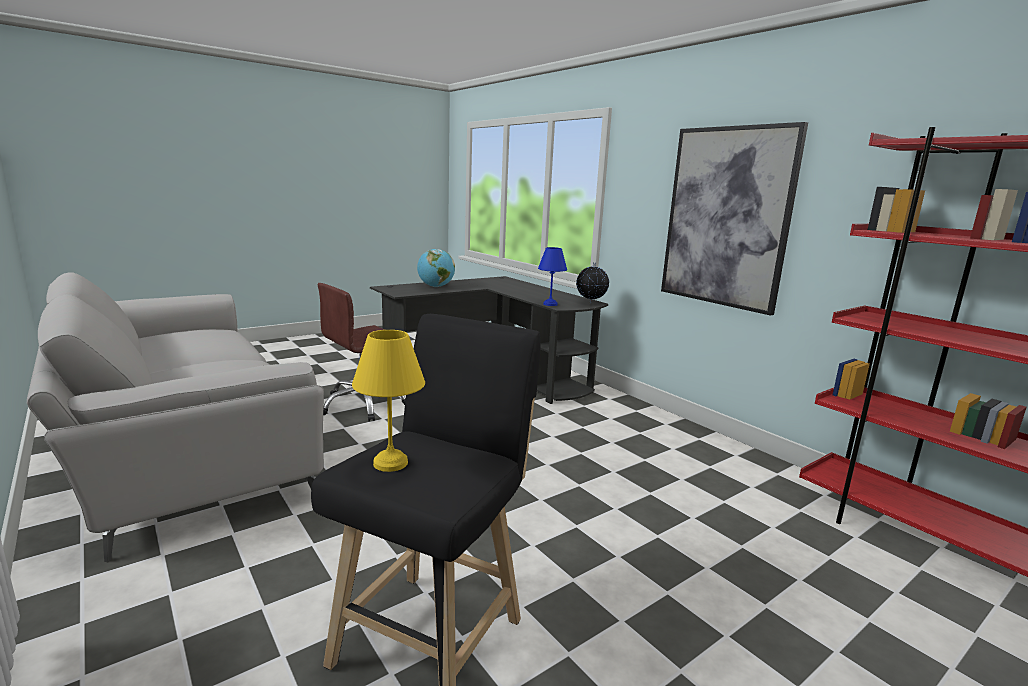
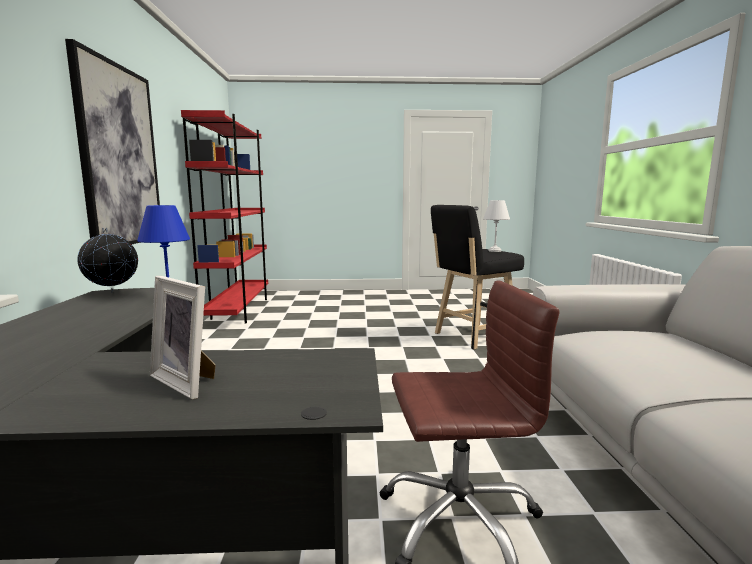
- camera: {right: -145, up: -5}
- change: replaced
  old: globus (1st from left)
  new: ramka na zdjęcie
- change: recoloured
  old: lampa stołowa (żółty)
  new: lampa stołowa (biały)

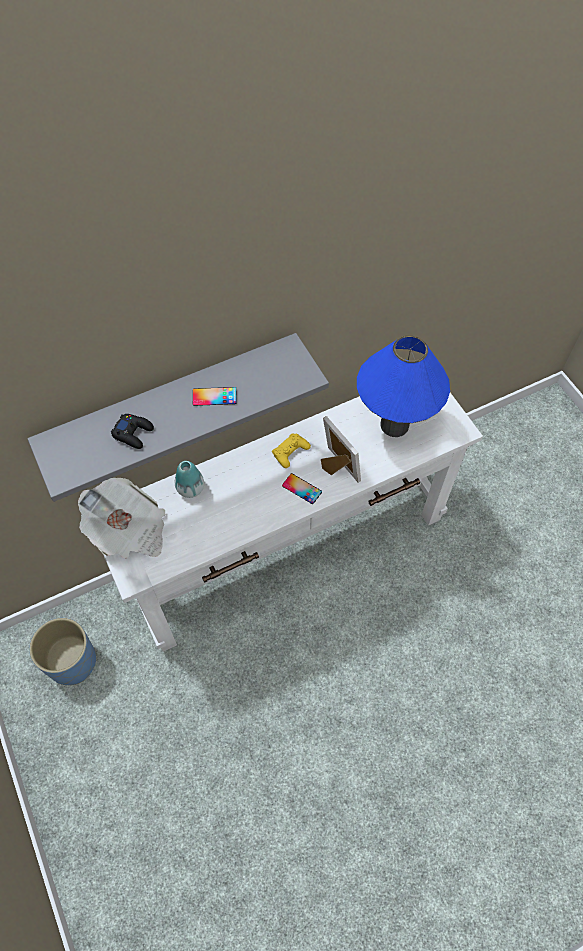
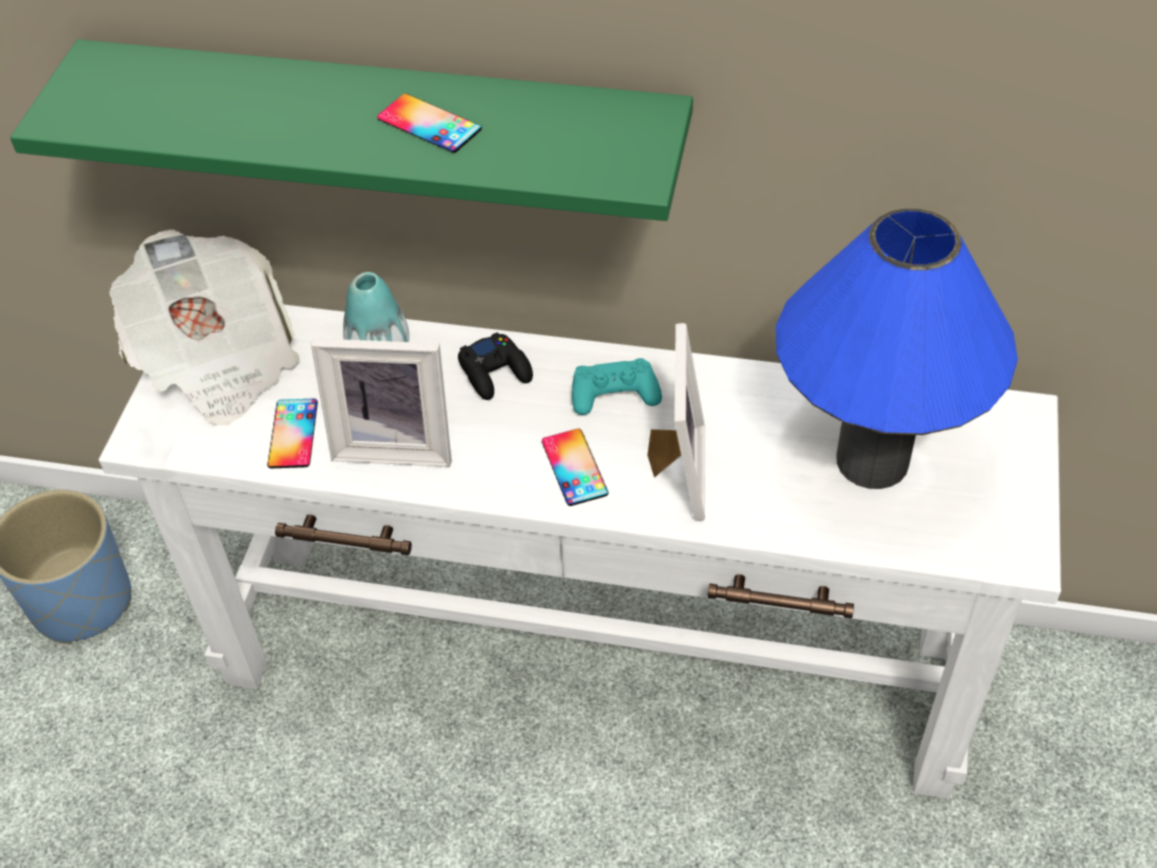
- camera: {right: 40, up: -10}
- change: recoloured
  old: półka (szary)
  new: półka (zielony)
- change: moved
  old: pad do gier (czarny)
- change: recoloured
  old: pad do gier (żółty)
  new: pad do gier (turkusowy)
- change: added
  new: ramka na zdjęcie (1st from left)
- change: added
  new: telefon (1st from left)

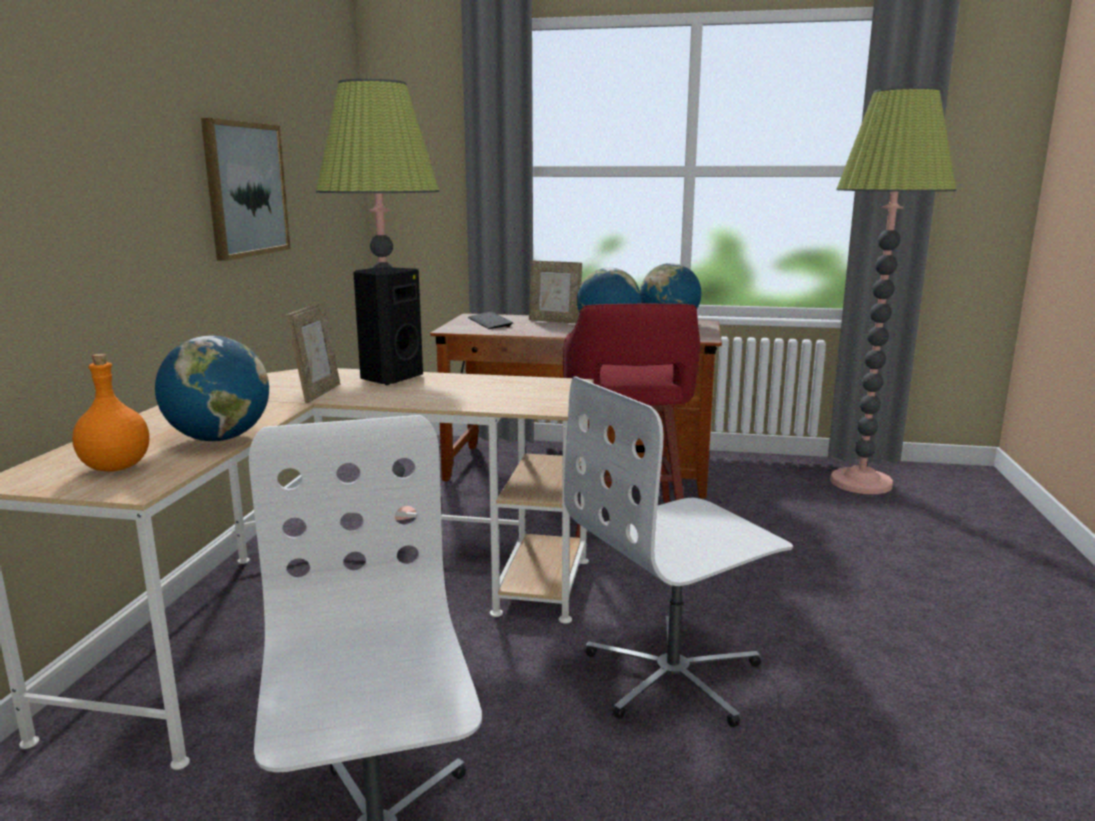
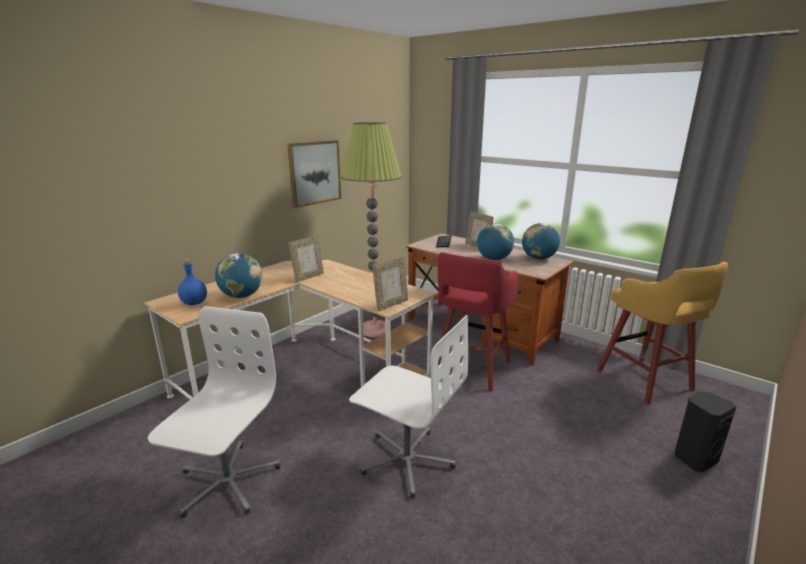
- camera: {right: 30, up: 5}
- change: replaced
  old: lampa stojąca (2nd from left)
  new: stołek (żółty)
- change: moved
  old: głośnik (czarny)
- change: recoloured
  old: butelka (pomarańczowy)
  new: butelka (niebieski)
- change: turned
  old: krzesło biurowe (biały) (2nd from left)
  degrees: -150
- change: added
  new: ramka na zdjęcie (2nd from left)

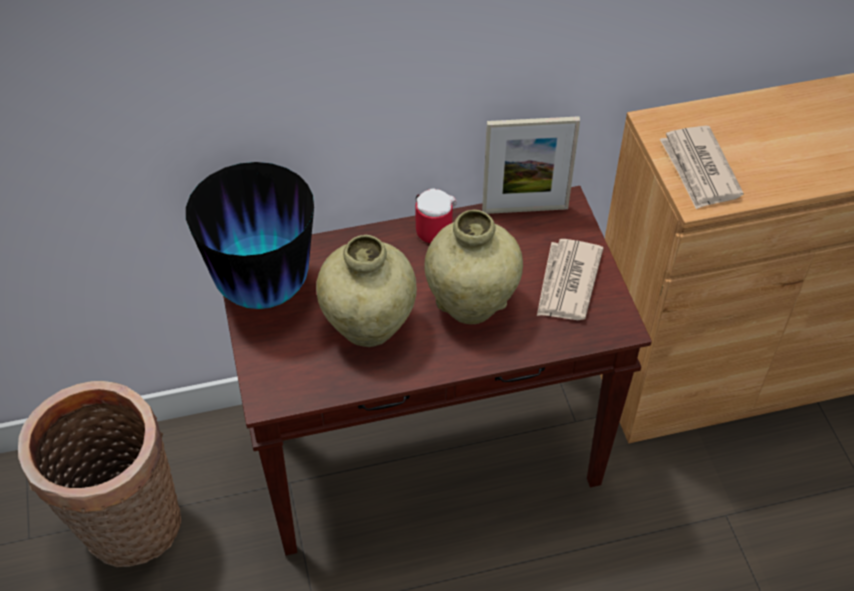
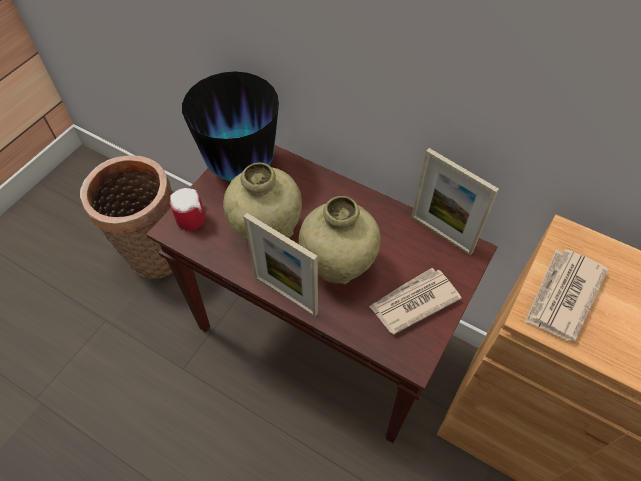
- camera: {right: 45, up: 5}
- change: moved
  old: kubek
- change: added
  new: ramka na zdjęcie (1st from left)

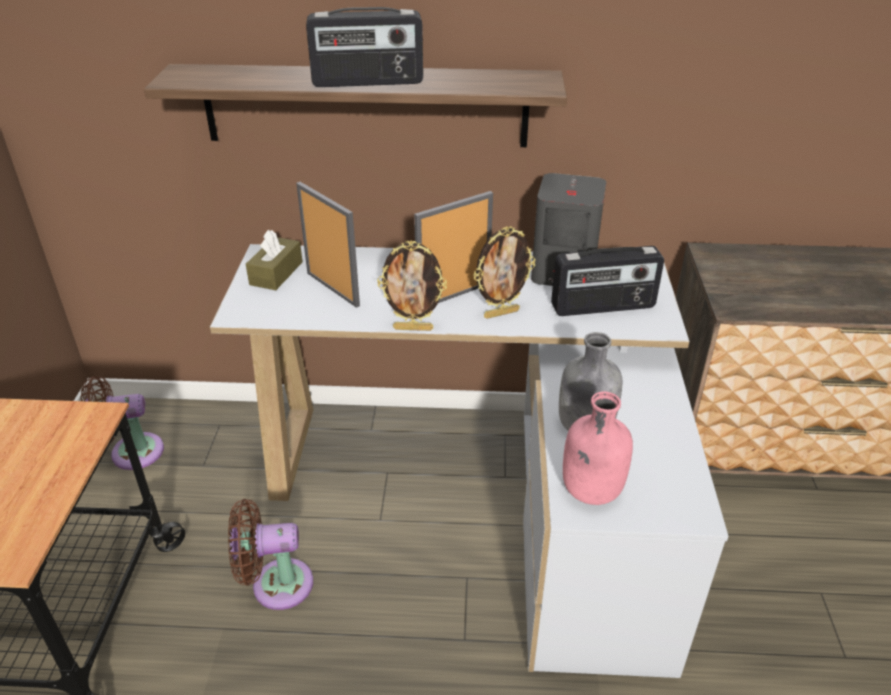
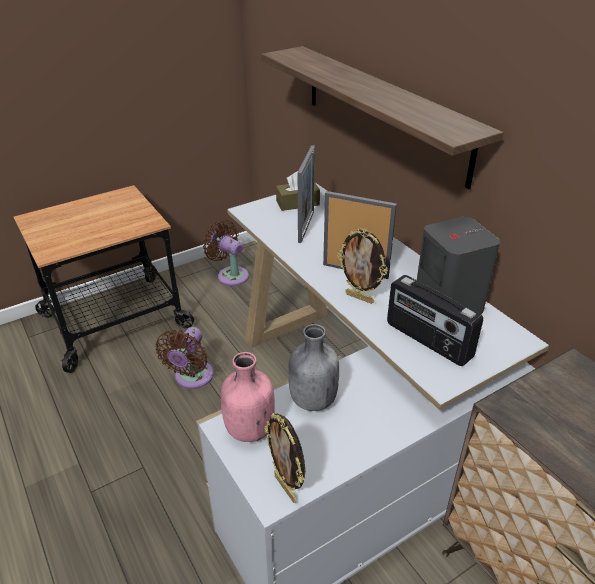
- camera: {right: 55, up: 0}
- change: removed
  old: radio (1st from left)
- change: moved
  old: ramka na zdjęcie (2nd from left in the first image)
  new: ramka na zdjęcie (1st from left)
- change: turned
  old: wentylator (brązowy) (2nd from left in the first image)
  degrees: -120

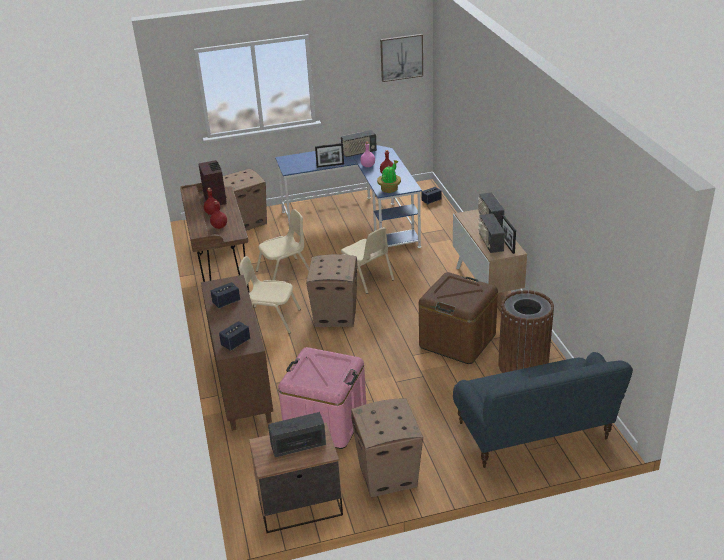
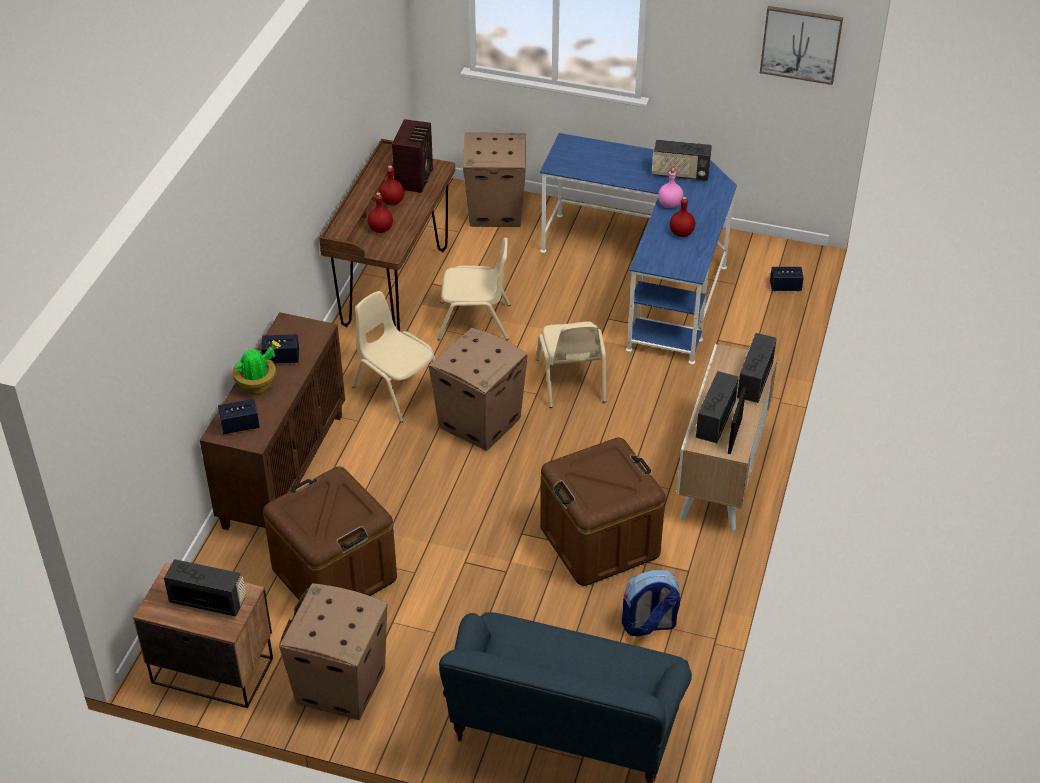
- camera: {right: 30, up: 10}
- change: removed
  old: ramka na zdjęcie (1st from left)
- change: moved
  old: roślina doniczkowa
- change: replaced
  old: kosz na śmieci (brązowy)
  new: plecak
- change: recoloured
  old: pojemnik do przechowywania (różowy)
  new: pojemnik do przechowywania (brązowy) (1st from left)

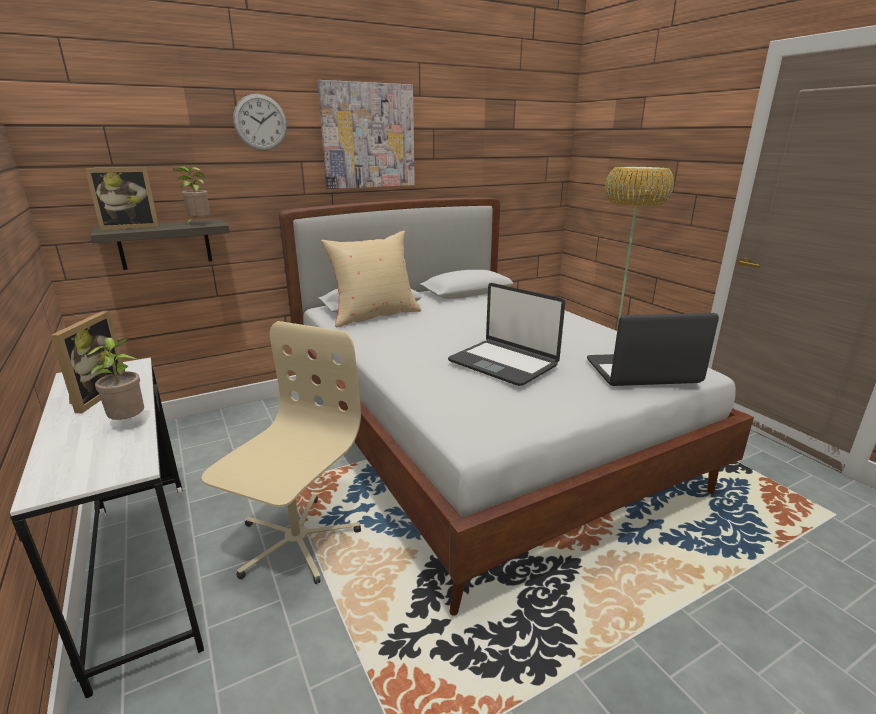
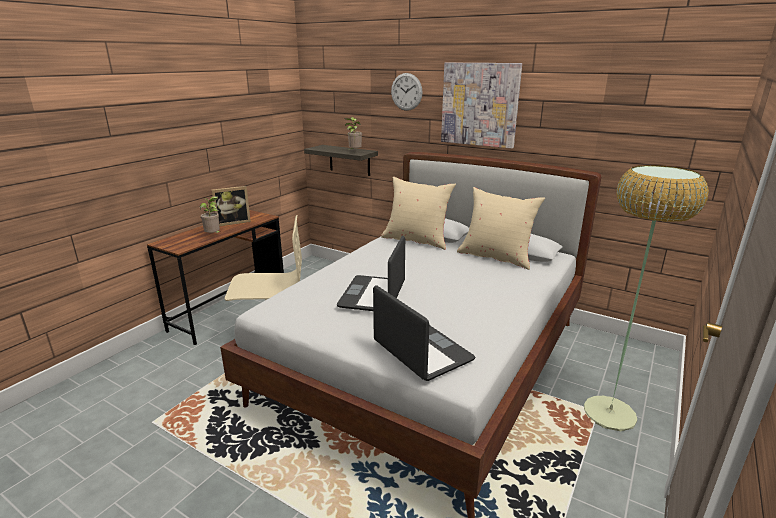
- camera: {right: 60, up: 0}
- change: removed
  old: ramka na zdjęcie (2nd from left)
- change: recoloured
  old: biurko (biały)
  new: biurko (brązowy)
- change: added
  new: poduszka (beżowy) (2nd from left)

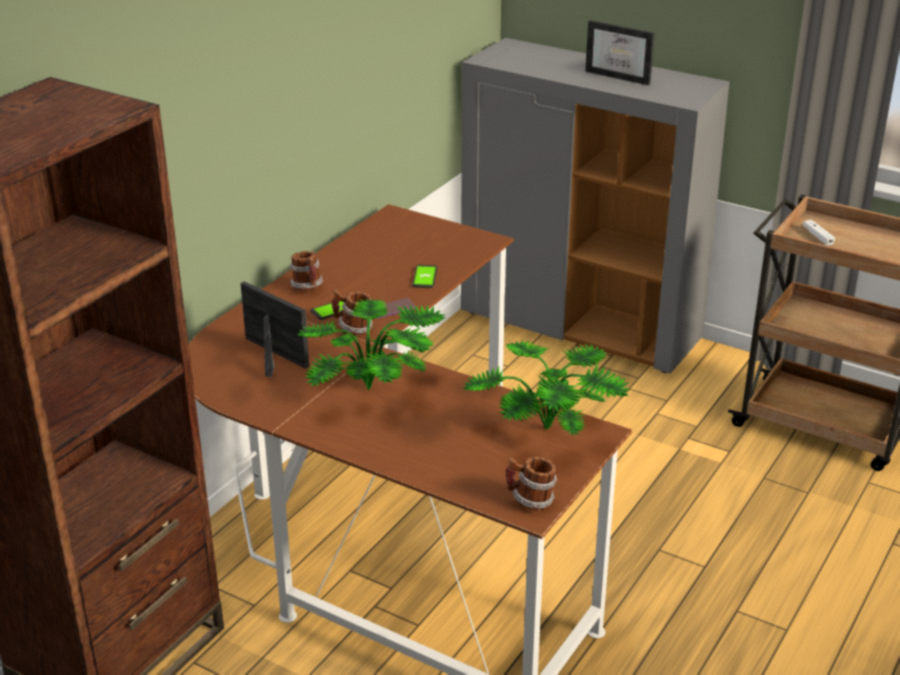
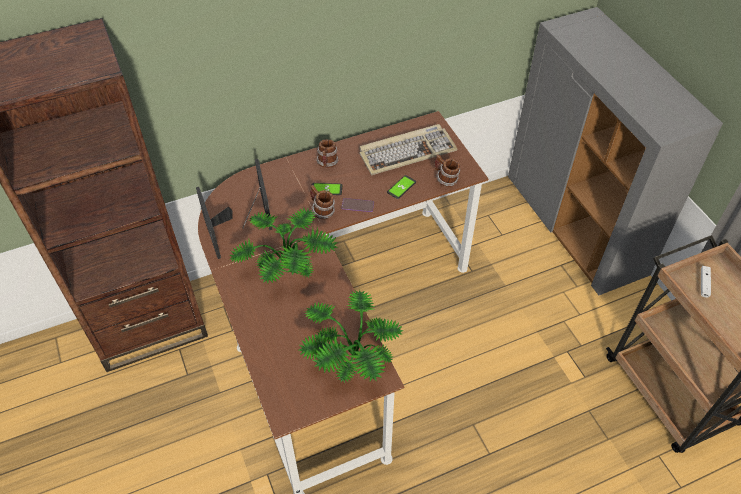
- camera: {right: 35, up: 20}
- change: moved
  old: ramka na zdjęcie (2nd from left in the first image)
  new: ramka na zdjęcie (1st from left)
- change: moved
  old: kubek (3rd from left)
- change: added
  new: klawiatura

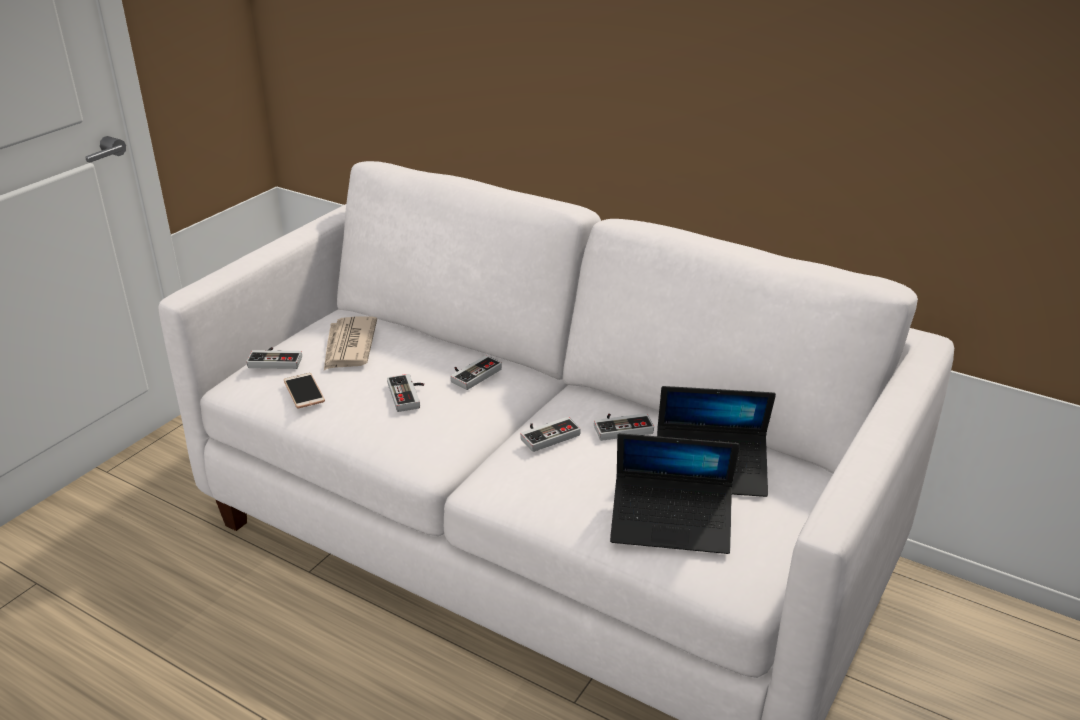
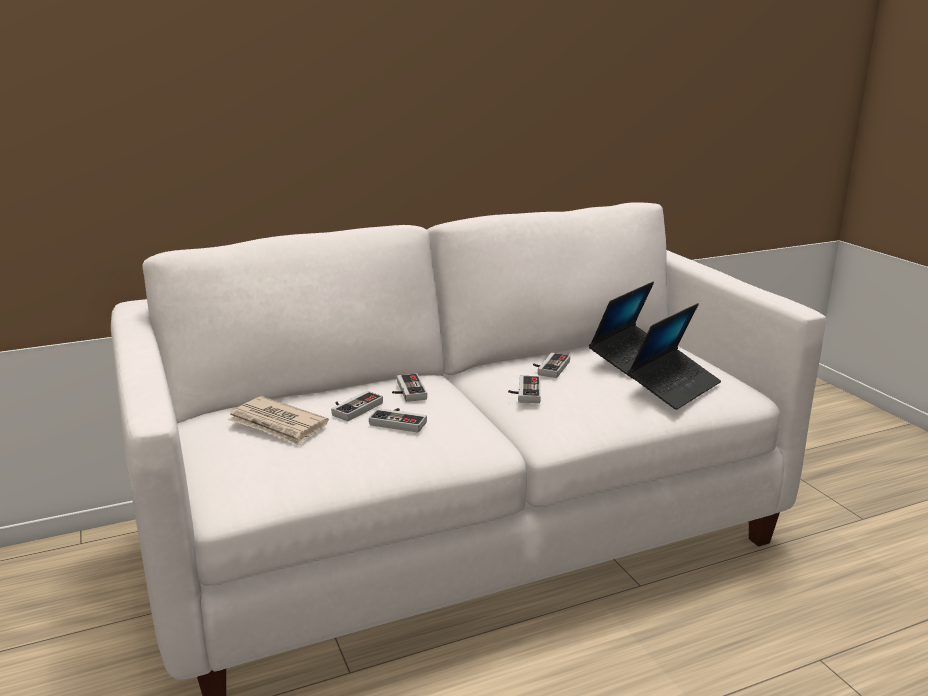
- camera: {right: -55, up: -10}
- change: moved
  old: pad do gier (1st from left)
- change: removed
  old: telefon

